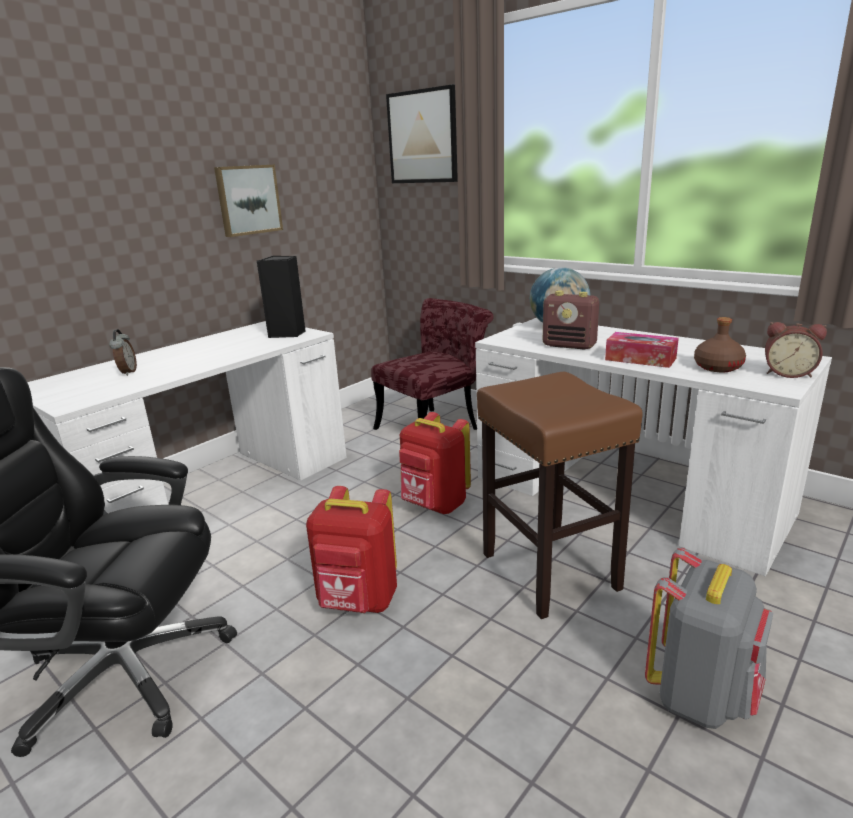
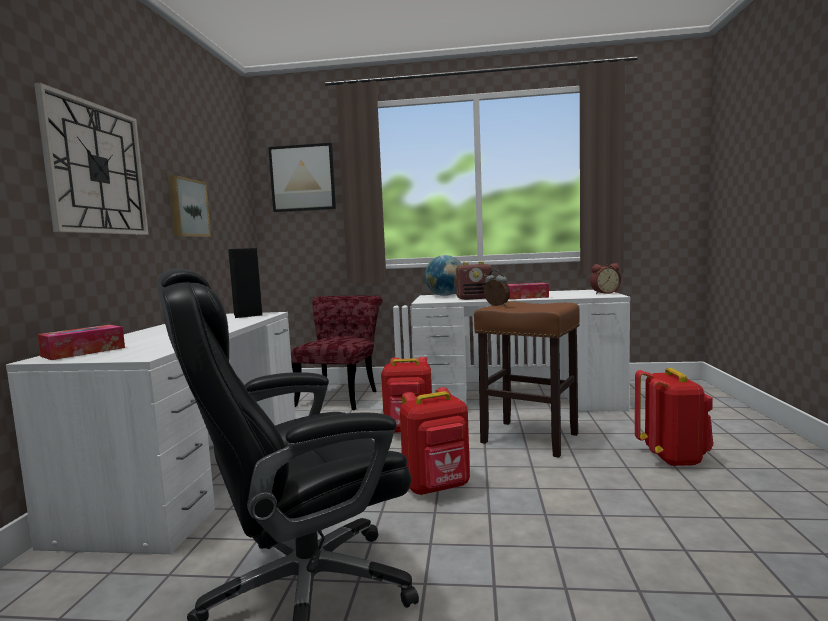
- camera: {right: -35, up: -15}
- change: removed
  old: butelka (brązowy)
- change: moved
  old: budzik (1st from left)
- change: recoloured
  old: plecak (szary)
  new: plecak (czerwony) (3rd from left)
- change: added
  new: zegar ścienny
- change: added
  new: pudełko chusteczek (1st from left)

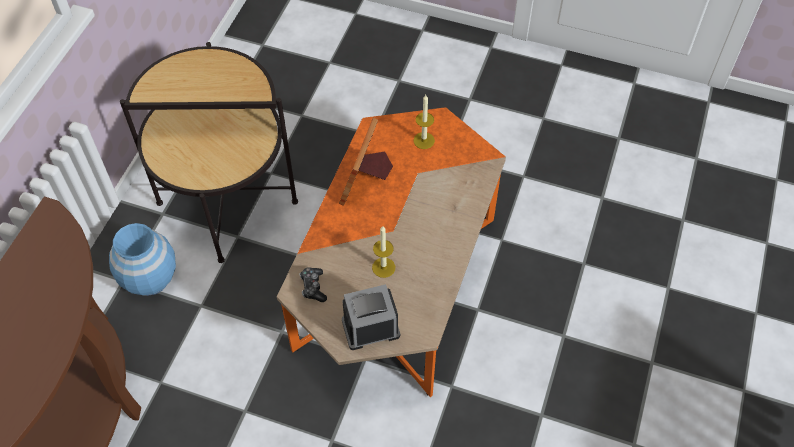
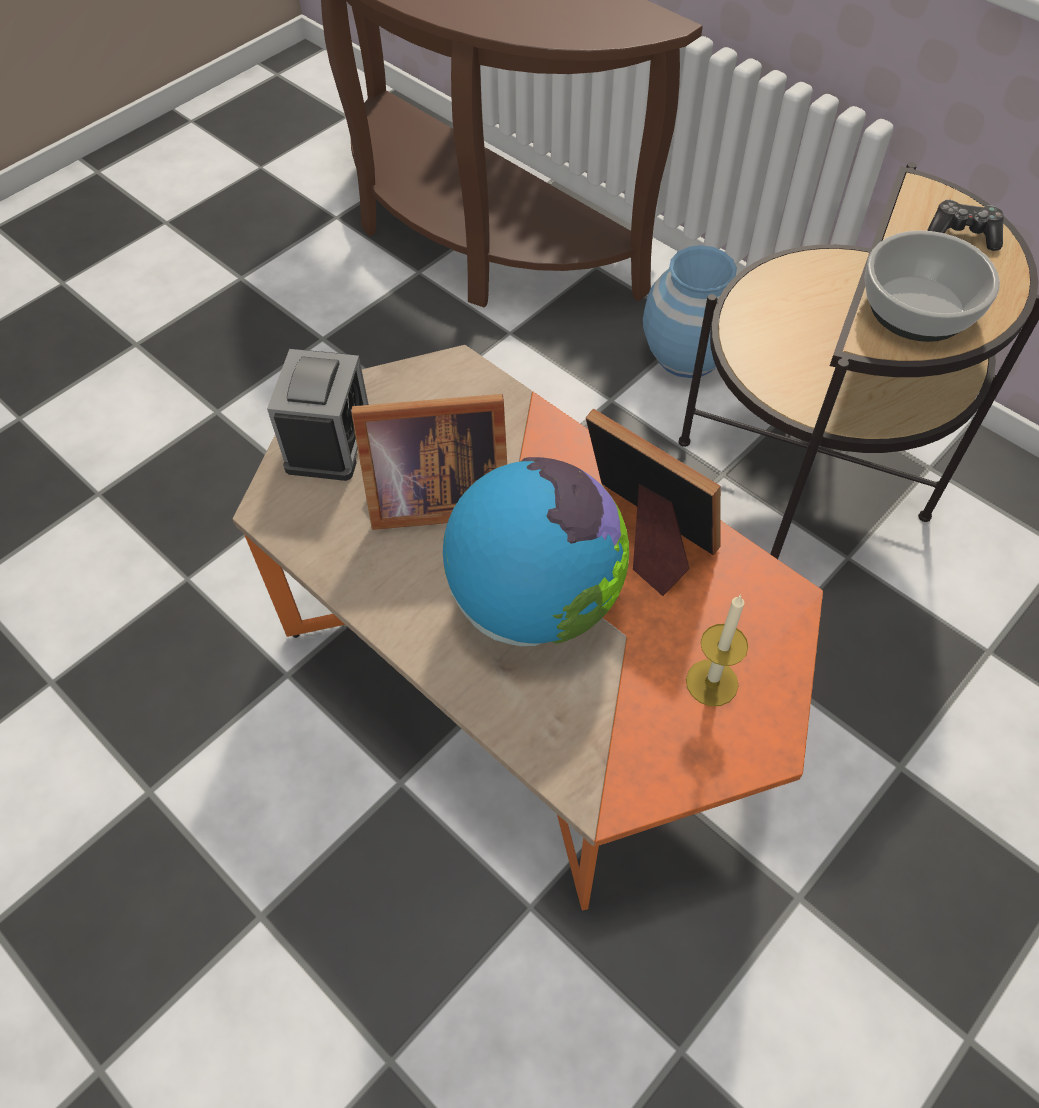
- camera: {right: 115, up: 0}
- change: replaced
  old: świeca (1st from left)
  new: ramka na zdjęcie (1st from left)
- change: moved
  old: pad do gier
- change: added
  new: miska
- change: added
  new: globus

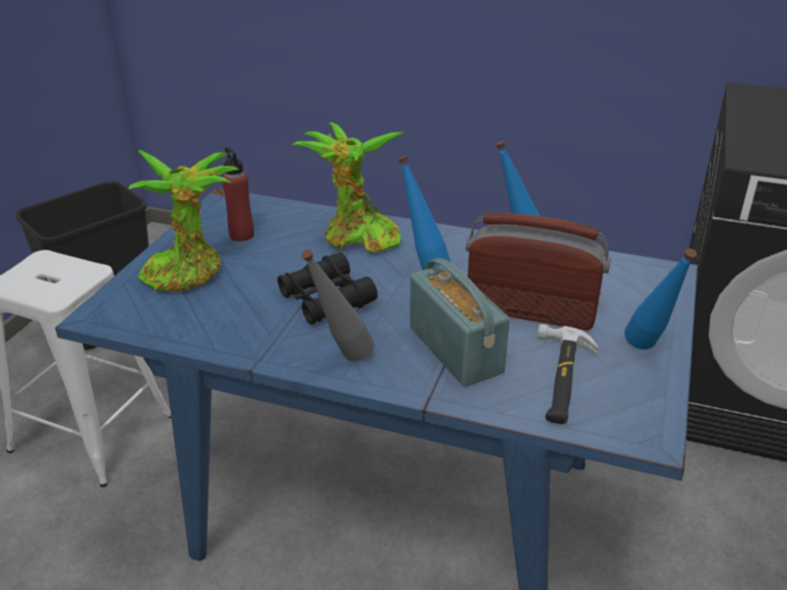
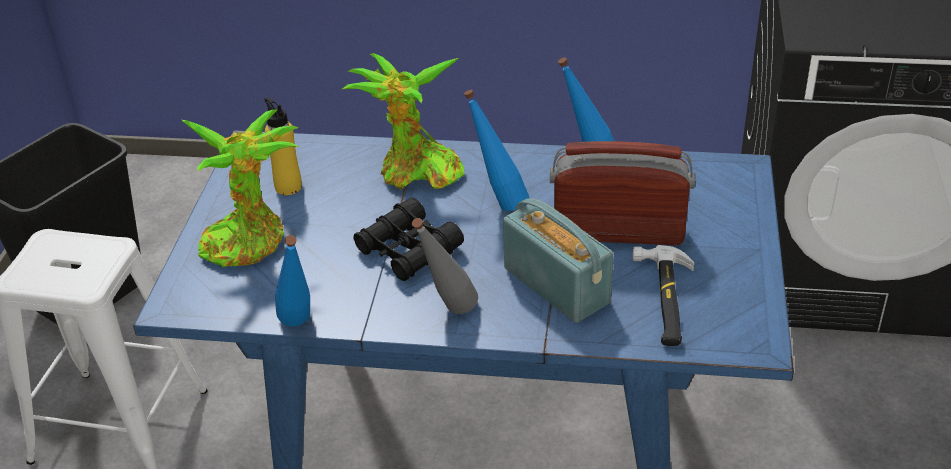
- camera: {right: -10, up: 5}
- change: recoloured
  old: butelka (czerwony)
  new: butelka (żółty)
- change: moved
  old: butelka (niebieski) (3rd from left in the first image)
  new: butelka (niebieski) (1st from left)

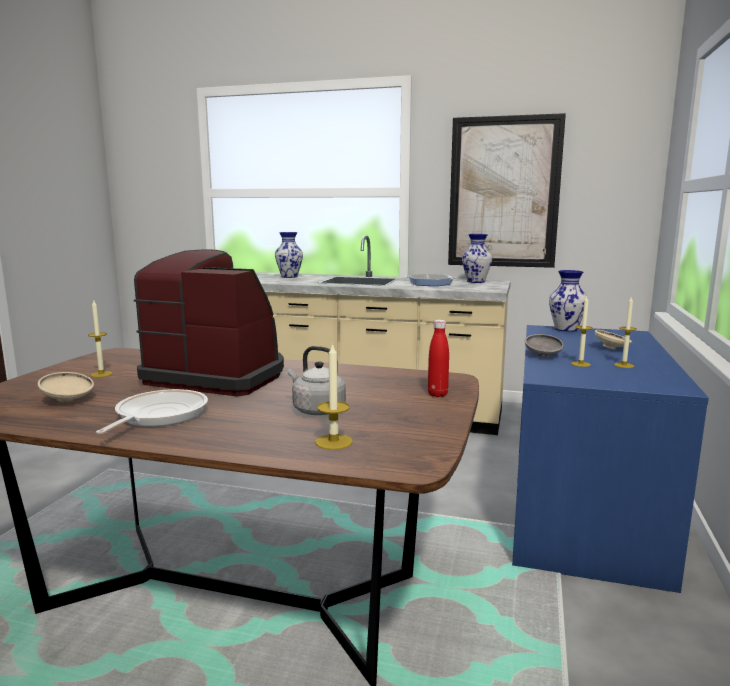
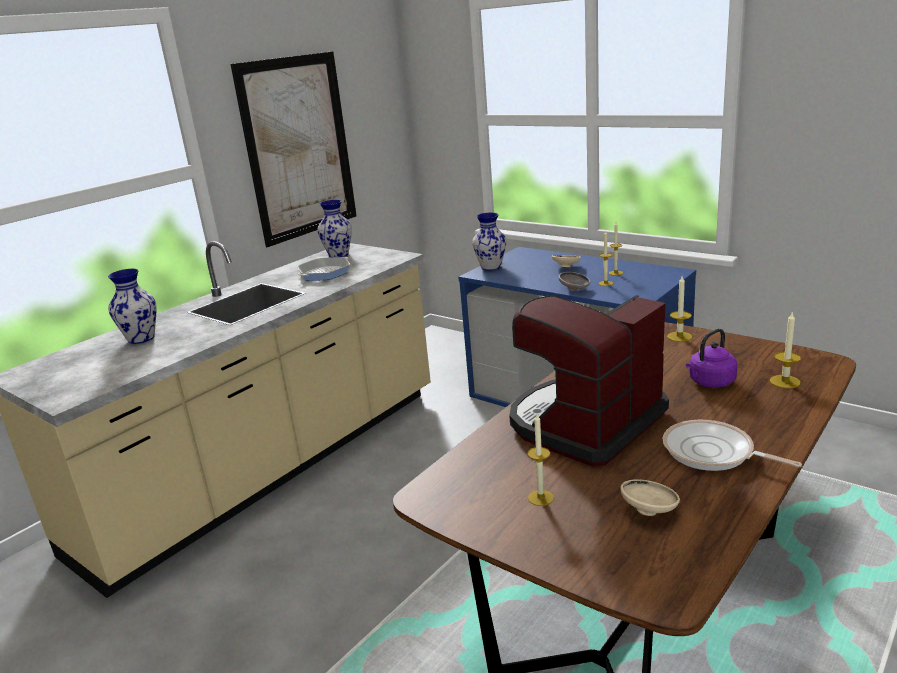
- camera: {right: -65, up: 10}
- change: replaced
  old: butelka (czerwony)
  new: świeca (4th from left)
- change: recoloured
  old: czajnik (szary)
  new: czajnik (fioletowy)

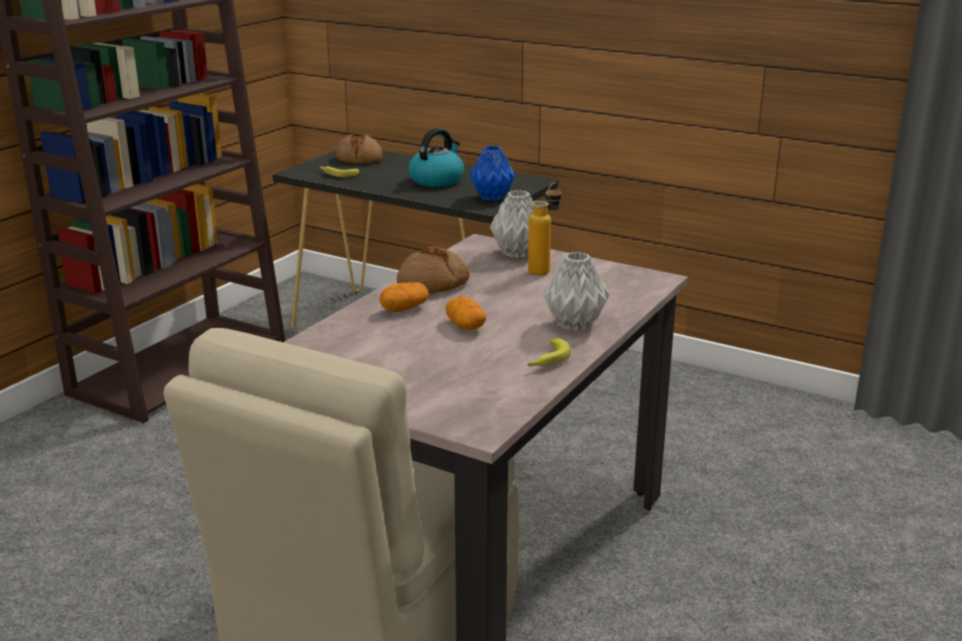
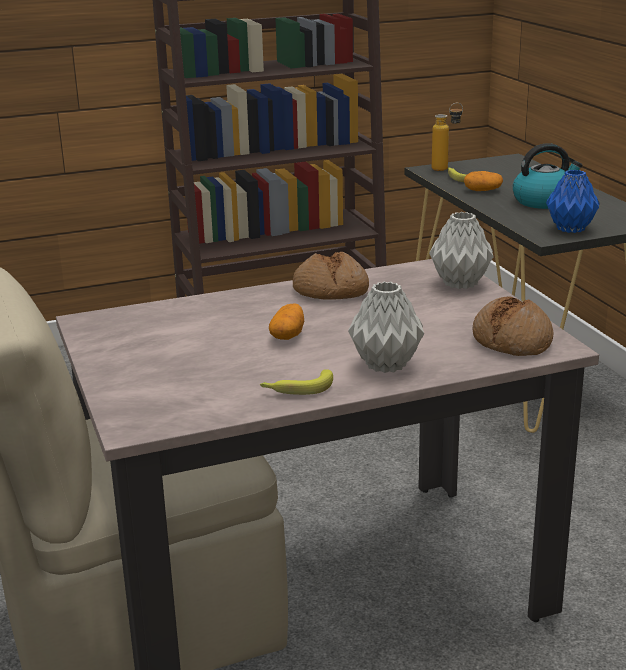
- camera: {right: 40, up: 0}
- change: moved
  old: chleb (1st from left in the first image)
  new: chleb (2nd from left)
- change: moved
  old: butelka
- change: moved
  old: ziemniak (1st from left in the first image)
  new: ziemniak (2nd from left)

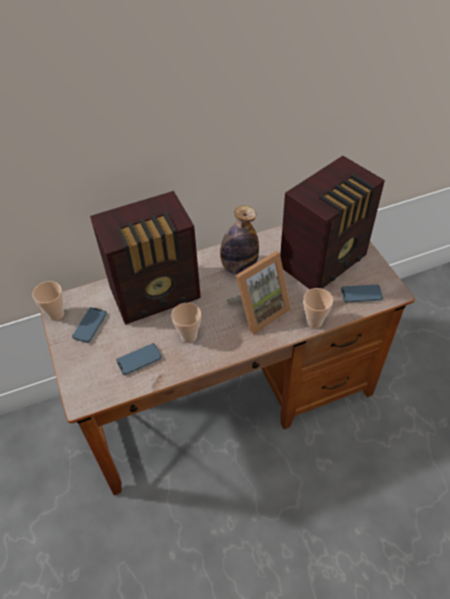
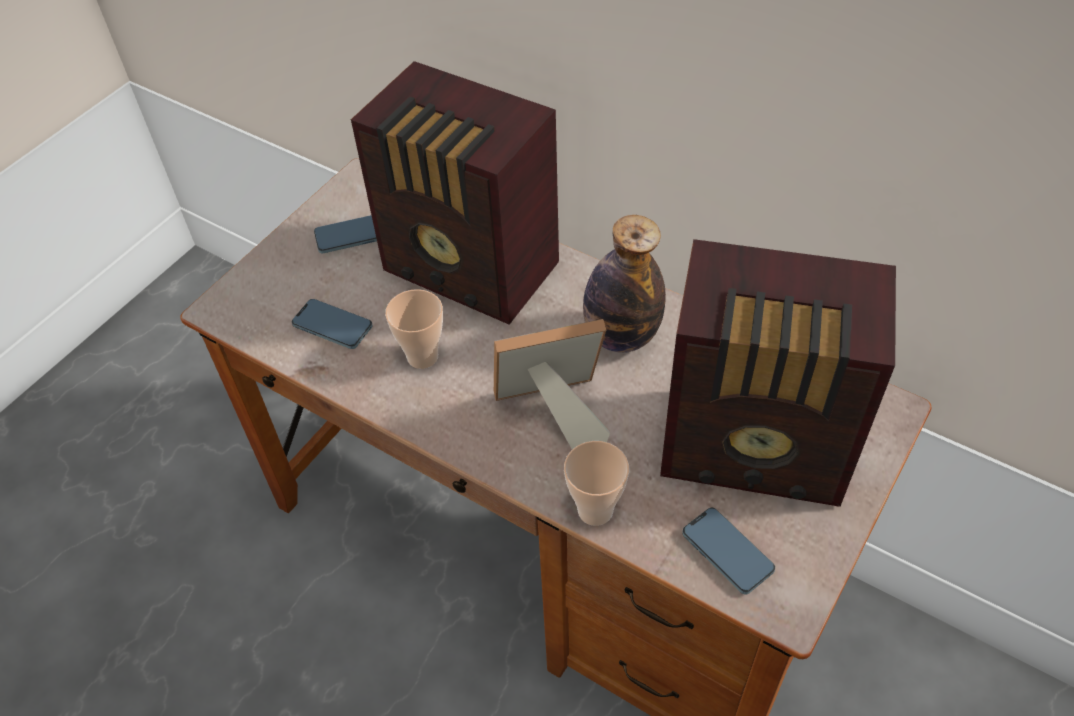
- camera: {right: 55, up: 0}
- change: turned
  old: ramka na zdjęcie
  degrees: 150
- change: removed
  old: filiżanka (1st from left)

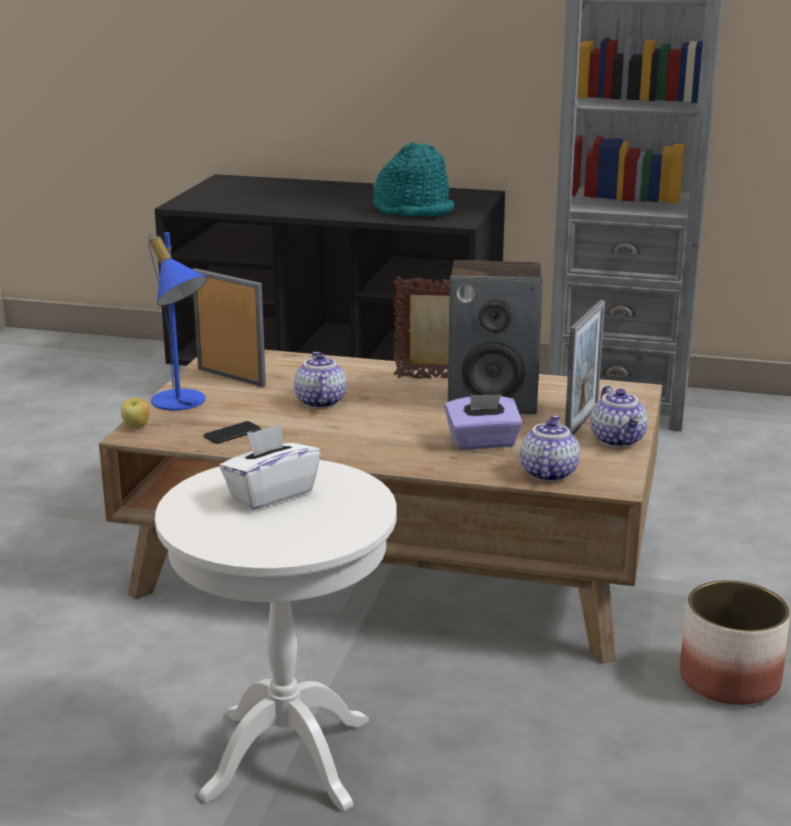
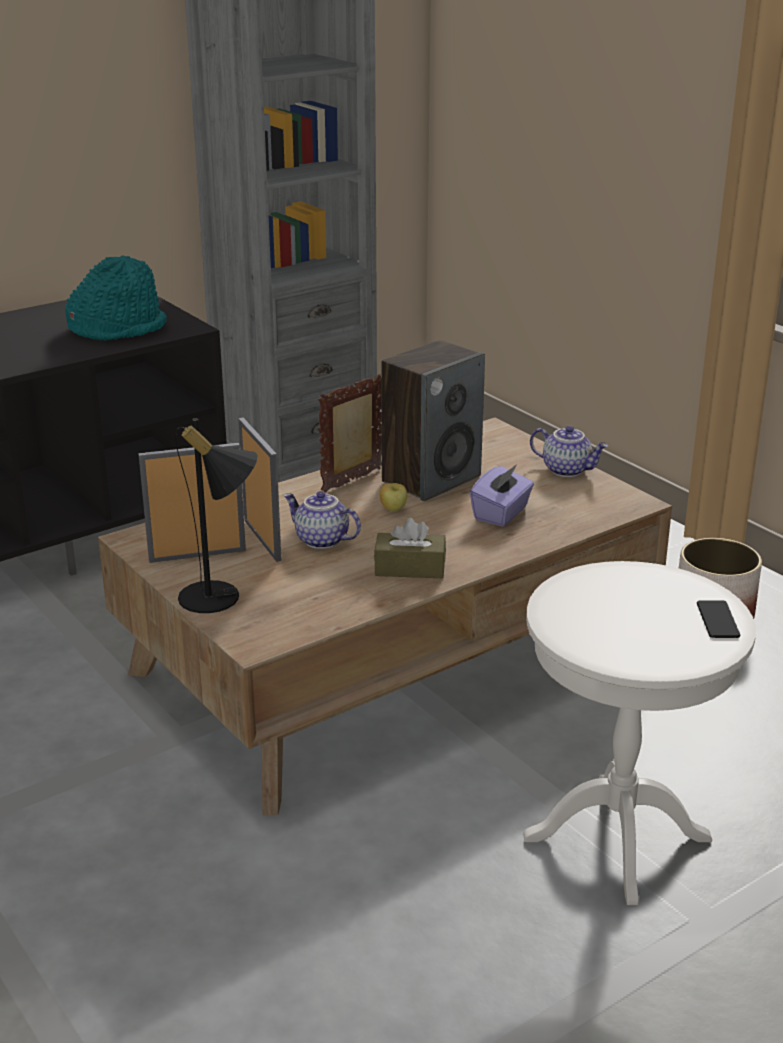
- camera: {right: -50, up: 5}
- change: recoloured
  old: lampa stołowa (niebieski)
  new: lampa stołowa (czarny)
- change: moved
  old: ramka na zdjęcie (3rd from left in the first image)
  new: ramka na zdjęcie (2nd from left)
- change: moved
  old: jabłko
- change: removed
  old: imbryk (2nd from left)
- change: moved
  old: telefon
- change: removed
  old: pudełko chusteczek (biały)
- change: added
  new: pudełko chusteczek (brązowy)

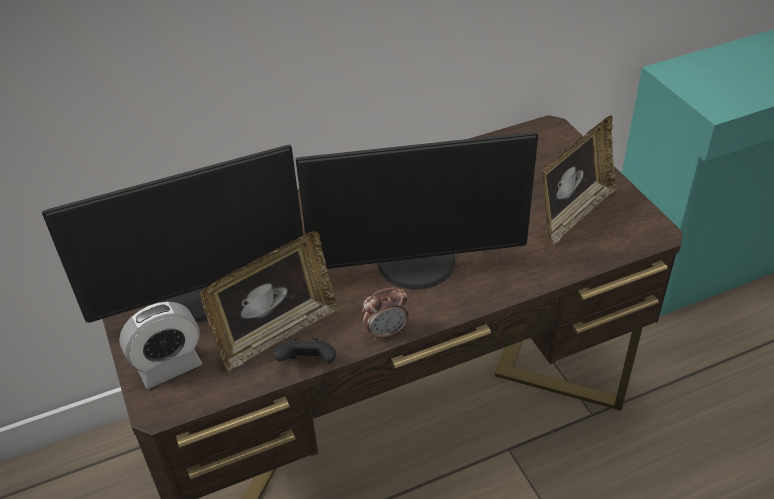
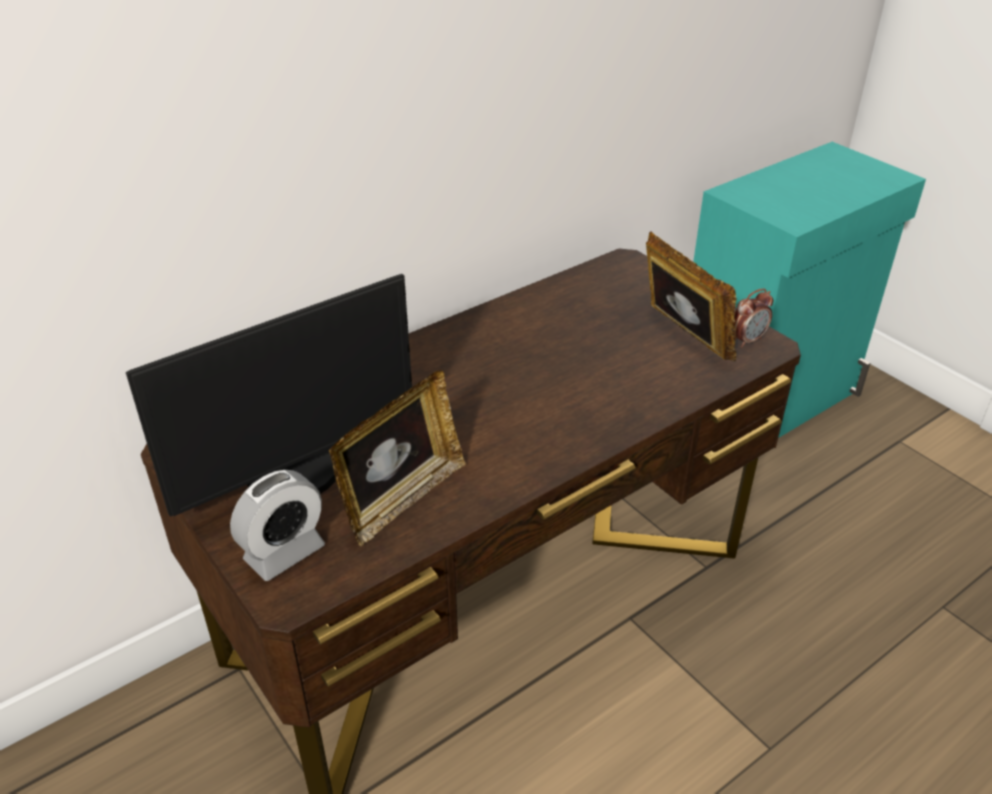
- camera: {right: -15, up: -5}
- change: turned
  old: ramka na zdjęcie (2nd from left)
  degrees: -60
- change: removed
  old: monitor (2nd from left)
- change: moved
  old: budzik (2nd from left)
- change: removed
  old: pad do gier (czarny)

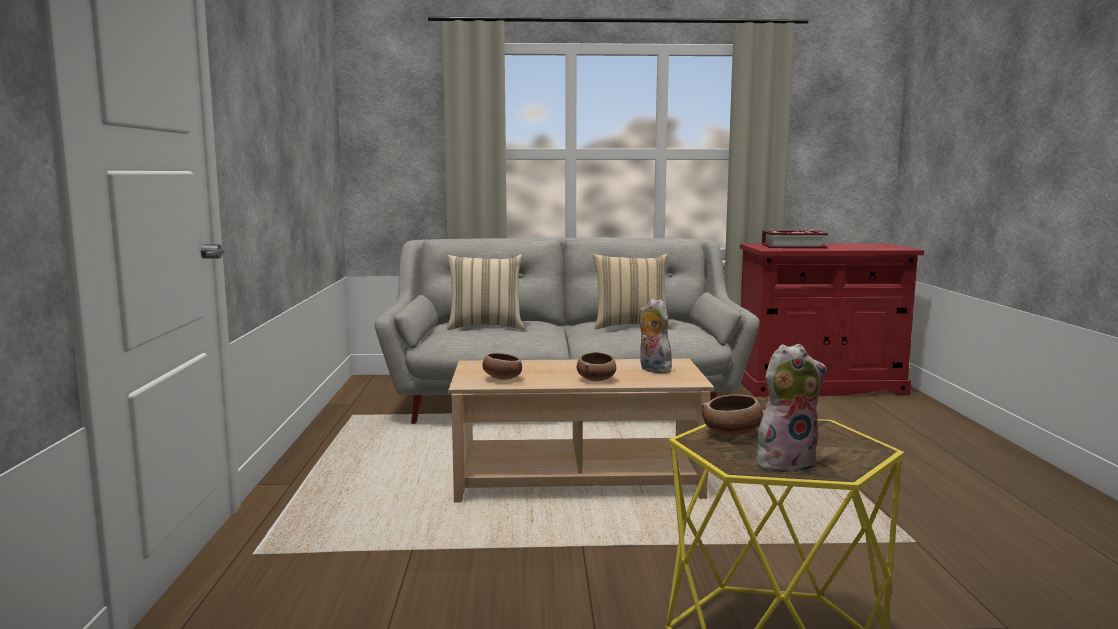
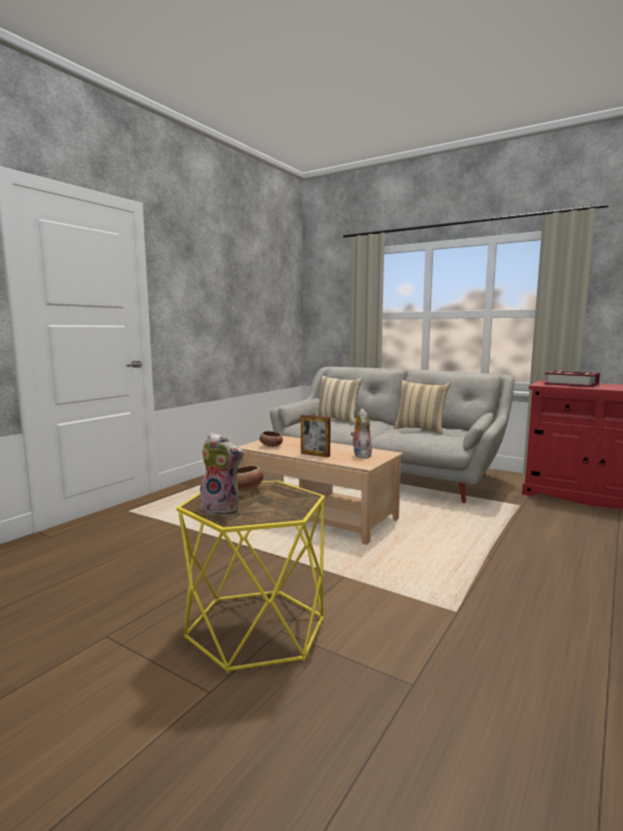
- camera: {right: 35, up: 0}
- change: replaced
  old: miska (2nd from left)
  new: ramka na zdjęcie

